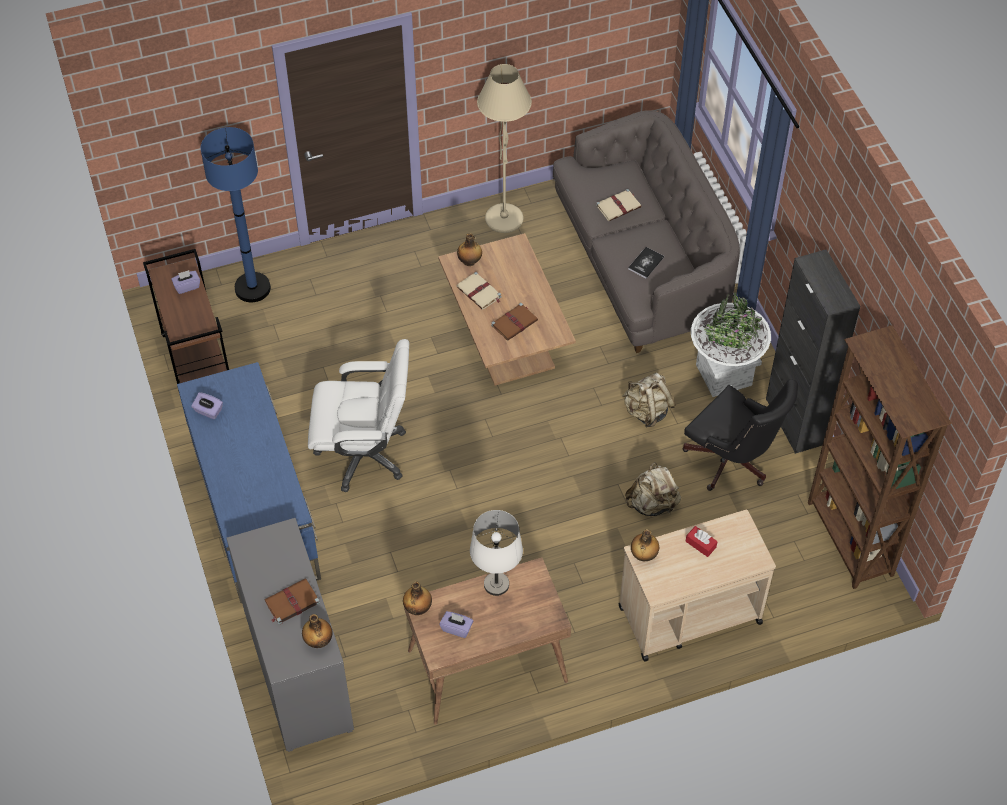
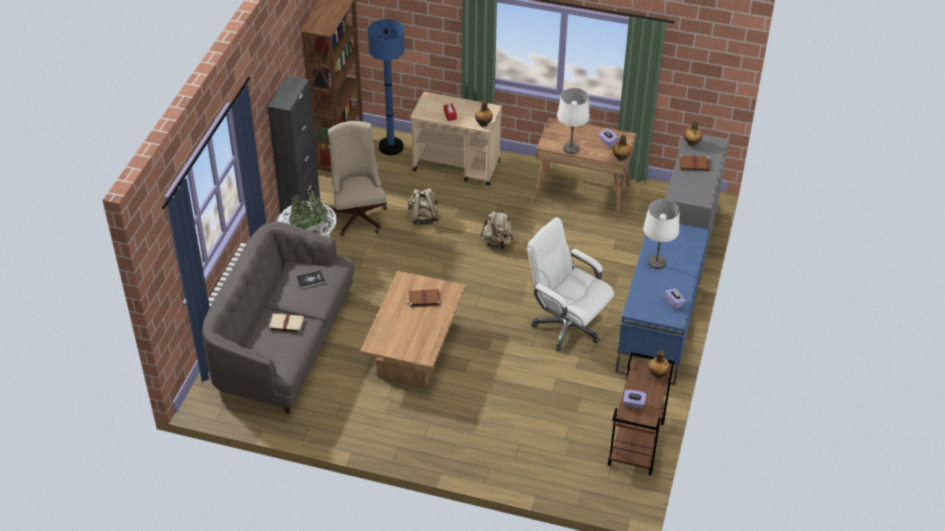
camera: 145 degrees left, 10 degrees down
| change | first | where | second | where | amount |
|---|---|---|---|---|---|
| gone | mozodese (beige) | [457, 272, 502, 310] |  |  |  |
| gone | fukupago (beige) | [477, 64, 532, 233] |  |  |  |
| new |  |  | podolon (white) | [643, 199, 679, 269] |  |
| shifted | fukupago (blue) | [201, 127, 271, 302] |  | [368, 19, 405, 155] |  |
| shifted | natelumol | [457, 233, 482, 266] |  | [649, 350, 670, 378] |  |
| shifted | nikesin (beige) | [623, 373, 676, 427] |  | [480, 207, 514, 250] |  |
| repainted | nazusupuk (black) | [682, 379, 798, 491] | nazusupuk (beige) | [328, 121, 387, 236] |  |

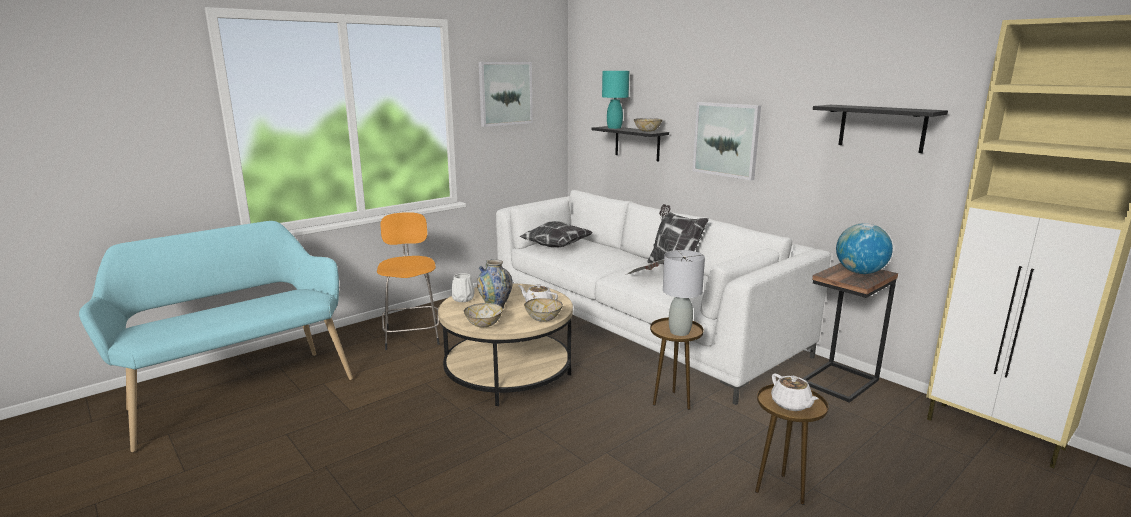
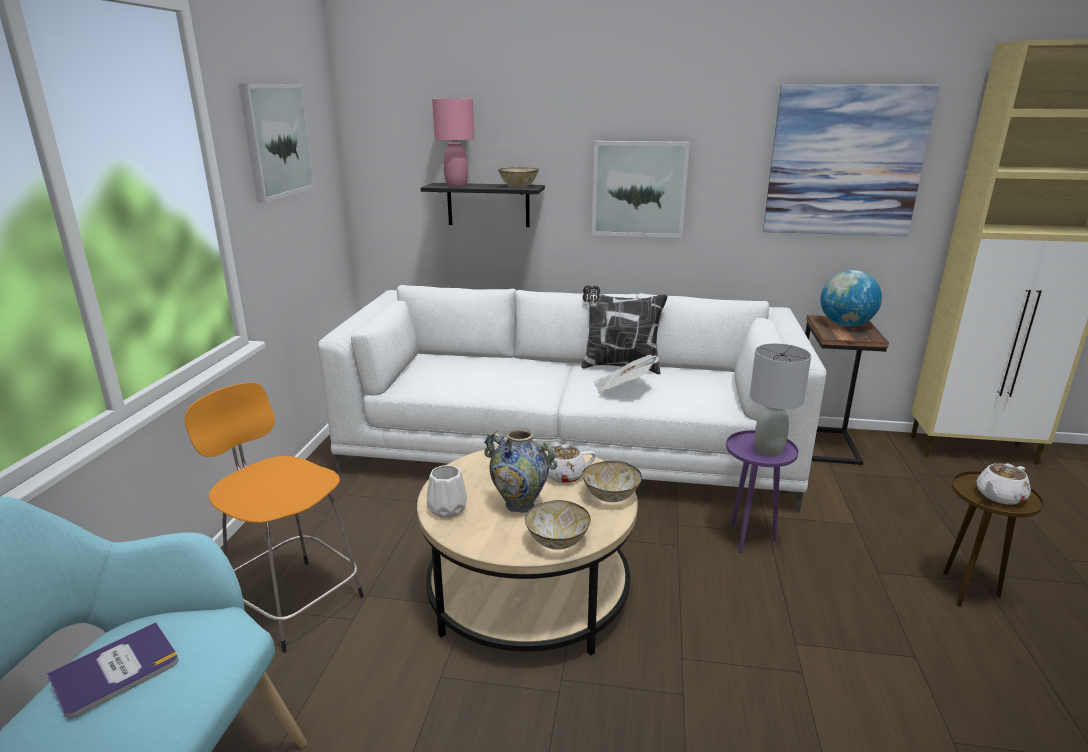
camera: 40 degrees left, 5 degrees up
| change | first | where | second | where | amount |
|---|---|---|---|---|---|
| gone | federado | [519, 221, 592, 247] |  |  |  |
| new |  |  | mozodese | [47, 622, 179, 719] |  |
| swapped | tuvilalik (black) | [813, 105, 948, 153] | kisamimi | [763, 85, 939, 236] |  |
| repainted | podolon (turquoise) | [602, 71, 629, 129] | podolon (pink) | [432, 98, 474, 187] |  |
| repainted | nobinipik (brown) | [650, 317, 704, 410] | nobinipik (purple) | [726, 430, 799, 553] |  |
| rotated | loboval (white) | [771, 374, 819, 411] |  | [976, 463, 1031, 505] | 120 degrees clockwise |

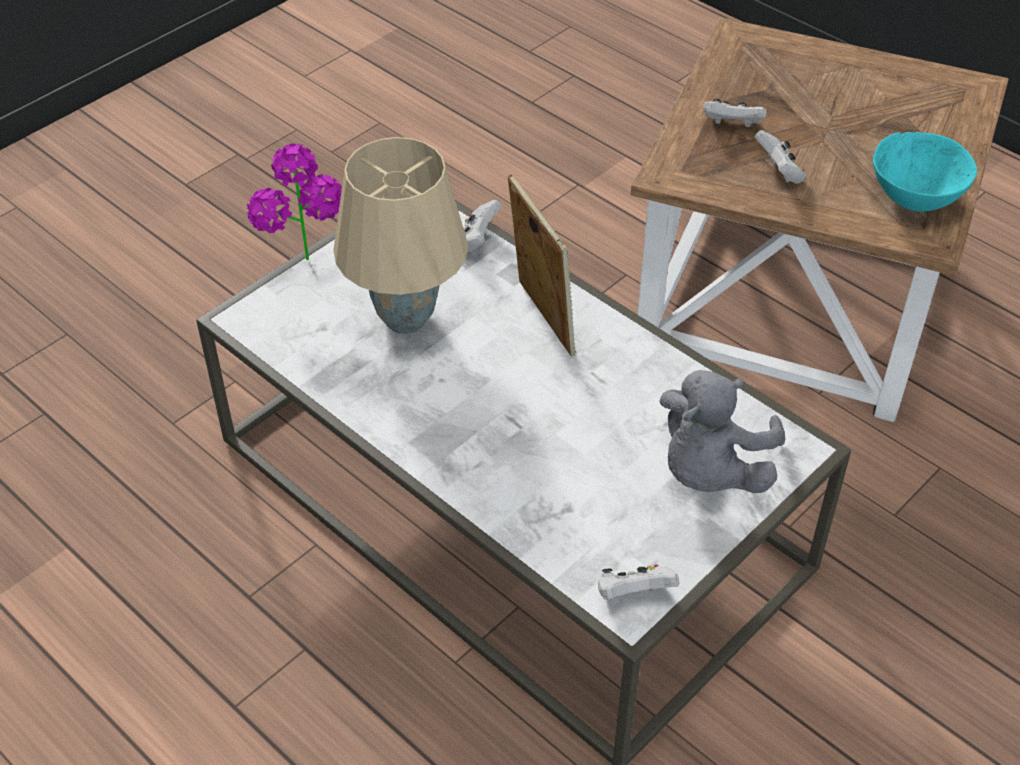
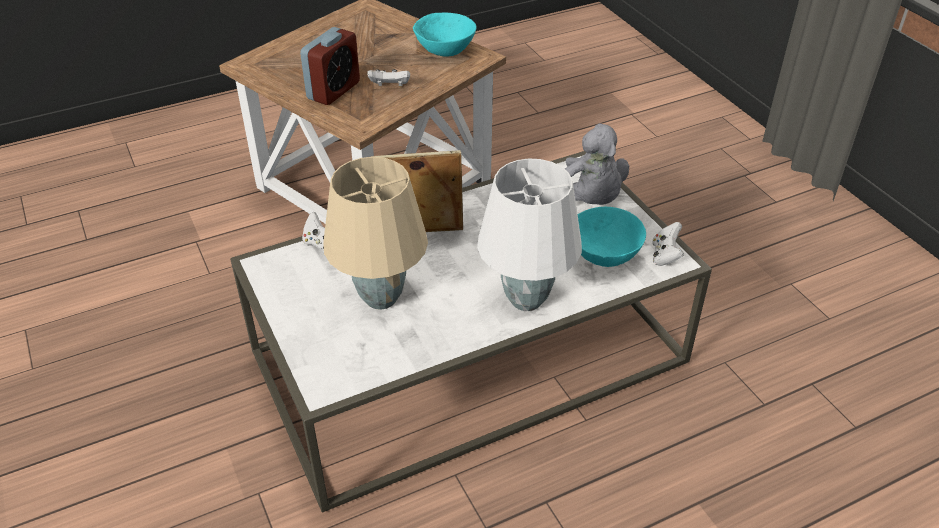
camera: 70 degrees left, 5 degrees down
| change | first | where | second | where | amount |
|---|---|---|---|---|---|
| gone | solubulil | [247, 143, 342, 260] |  |  |  |
| new |  |  | podolon (white) | [477, 158, 582, 311] |  |
| new |  |  | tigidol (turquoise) | [578, 207, 646, 267] |  |
| swapped | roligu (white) | [703, 99, 767, 127] | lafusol | [300, 27, 360, 105] |  |

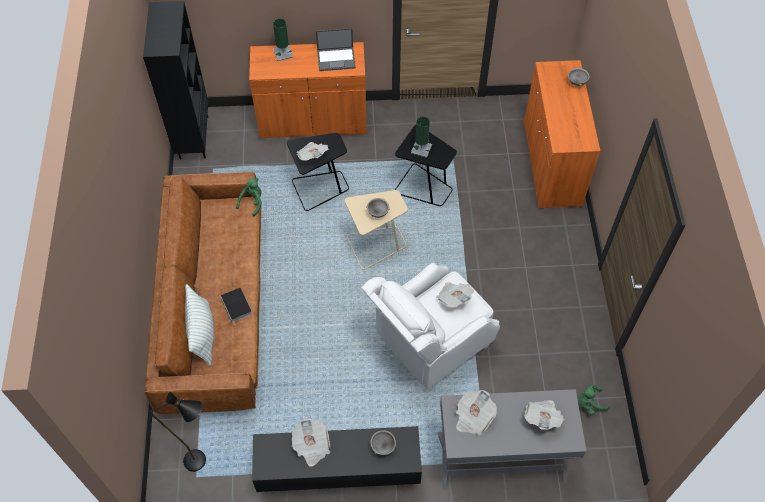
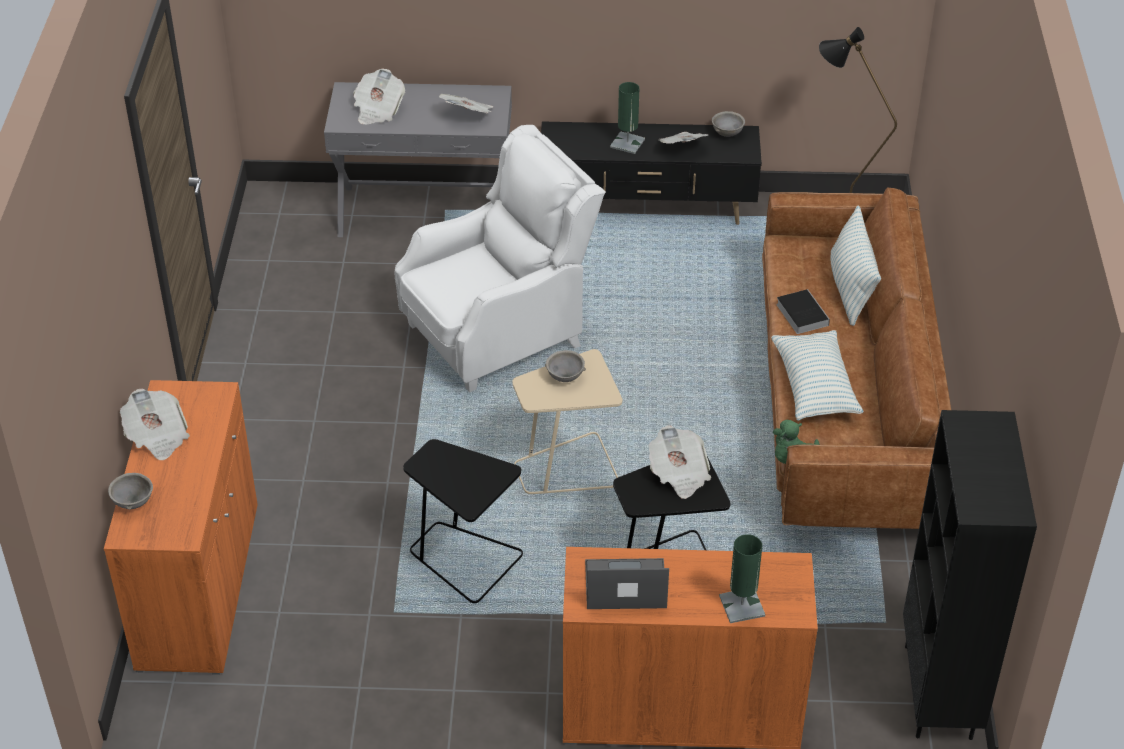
camera: 175 degrees left, 15 degrees down
| change | first | where | second | where | amount |
|---|---|---|---|---|---|
| gone | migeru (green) | [578, 385, 610, 416] |  |  |  |
| new |  |  | federado | [771, 330, 864, 421] |  |
| shifted | tigidol (grey) | [370, 430, 396, 455] |  | [712, 111, 745, 137] |  |
| shifted | podolon (green) | [411, 116, 432, 158] |  | [610, 82, 645, 154] |  |
| shifted | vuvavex | [436, 282, 474, 308] |  | [120, 388, 190, 460] |  |

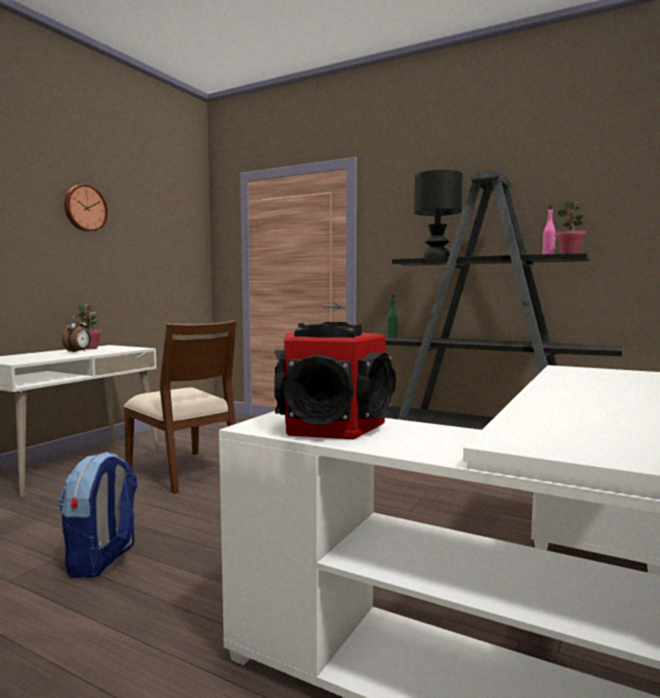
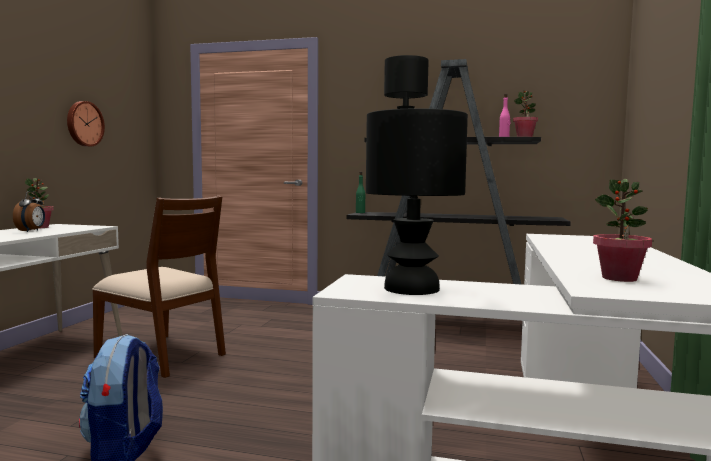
camera: 15 degrees left, 0 degrees up
| change | first | where | second | where | amount |
|---|---|---|---|---|---|
| new |  |  | solubulil | [593, 179, 652, 282] |  |
| shifted | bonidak | [64, 185, 108, 232] |  | [67, 101, 105, 147] |  |
| swapped | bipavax | [274, 322, 396, 440] | podolon (black) | [366, 108, 468, 295] |  |

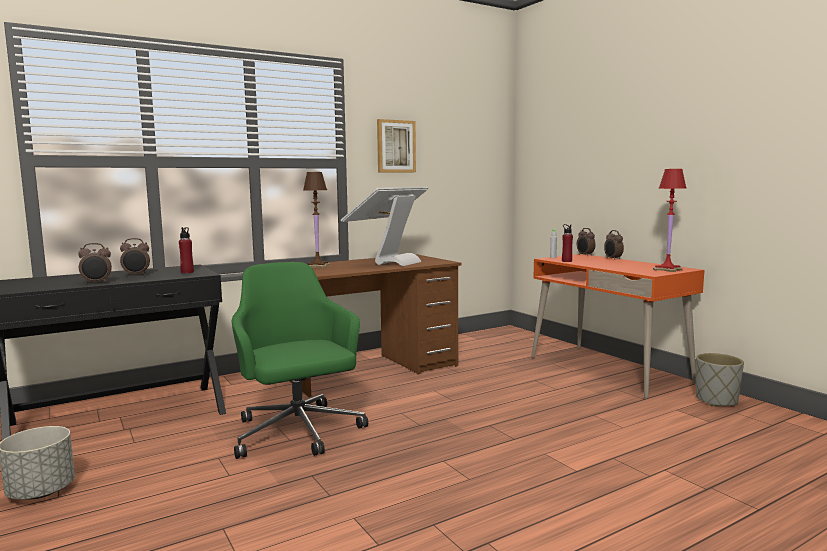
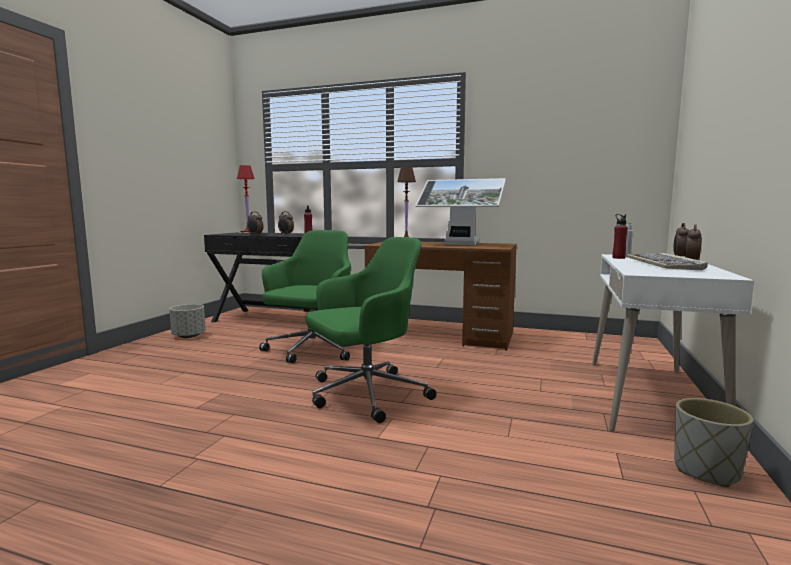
camera: 50 degrees right, 0 degrees up
| change | first | where | second | where | amount |
|---|---|---|---|---|---|
| gone | kisamimi | [377, 119, 416, 172] |  |  |  |
| new |  |  | nazusupuk (green) | [305, 237, 437, 423] |  |
| new |  |  | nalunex | [626, 253, 708, 270] |  |
| shifted | podolon (red) | [653, 169, 686, 272] |  | [237, 165, 255, 234] |  |
| repainted | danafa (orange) | [531, 254, 705, 399] | danafa (white) | [592, 254, 754, 432] |  |
| rotated | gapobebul | [340, 187, 428, 266] |  | [416, 178, 506, 245] | 150 degrees counterclockwise |

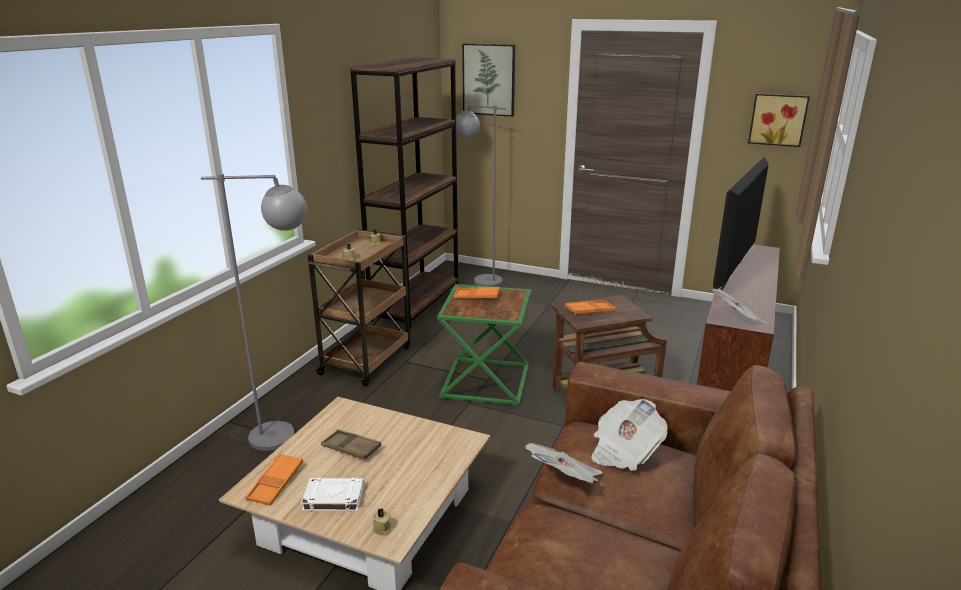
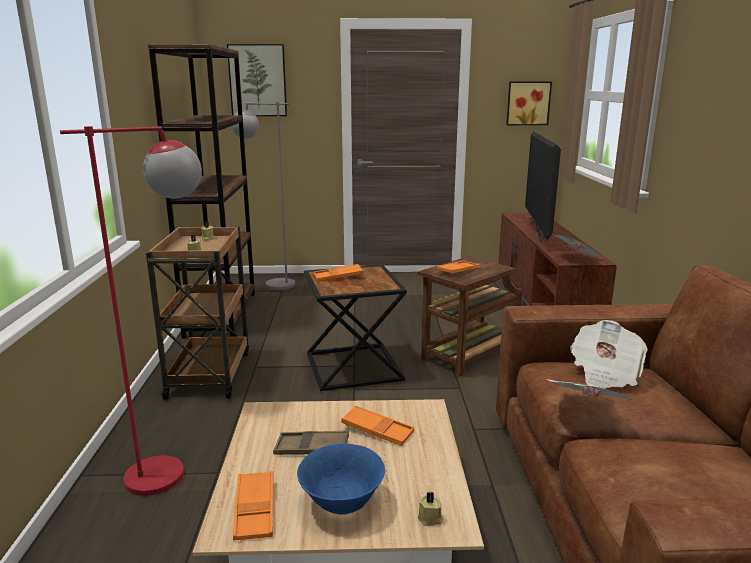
camera: 25 degrees left, 5 degrees down
| change | first | where | second | where | amount |
|---|---|---|---|---|---|
| new |  |  | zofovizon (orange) | [341, 405, 414, 446] |  |
| swapped | mozodese (white) | [301, 478, 364, 512] | tigidol (blue) | [297, 443, 385, 515] |  |
| repainted | fukupago (grey) | [201, 174, 307, 451] | fukupago (red) | [60, 126, 202, 496] |  |
| repainted | nobinipik (green) | [437, 284, 531, 406] | nobinipik (black) | [304, 265, 407, 391] |  |

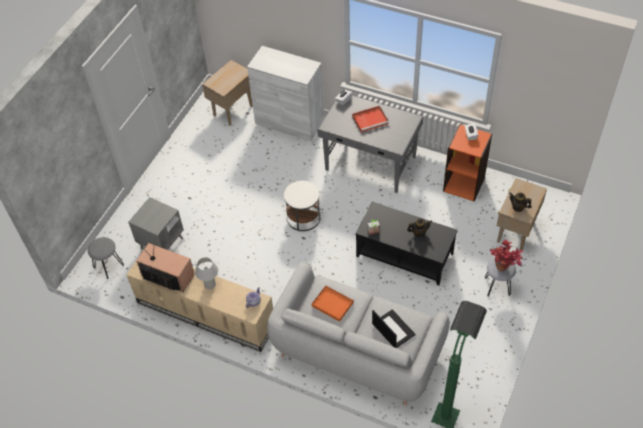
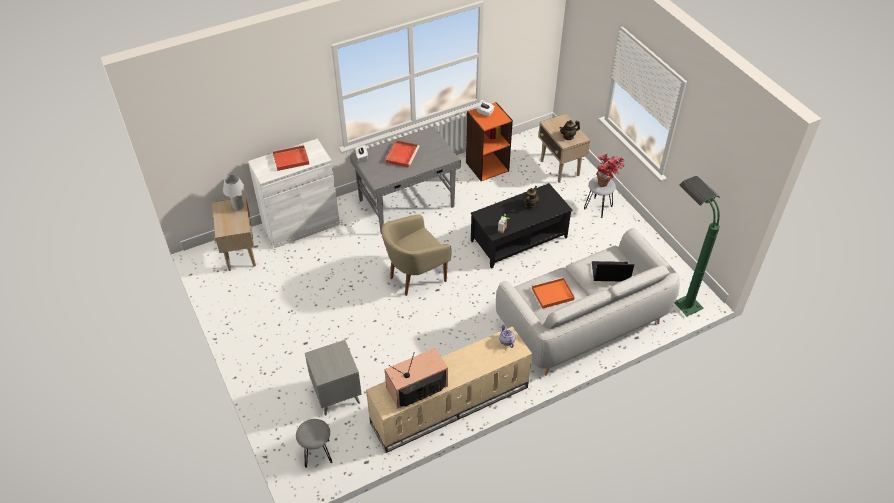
camera: 55 degrees left, 5 degrees down
| change | first | where | second | where | amount |
|---|---|---|---|---|---|
| new |  |  | zofovizon (red) | [272, 145, 309, 171] |  |
| shifted | podolon (white) | [195, 257, 218, 289] |  | [223, 175, 245, 210] |  |
| swapped | nobinipik (white) | [284, 181, 321, 231] | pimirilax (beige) | [382, 214, 452, 296] |  |

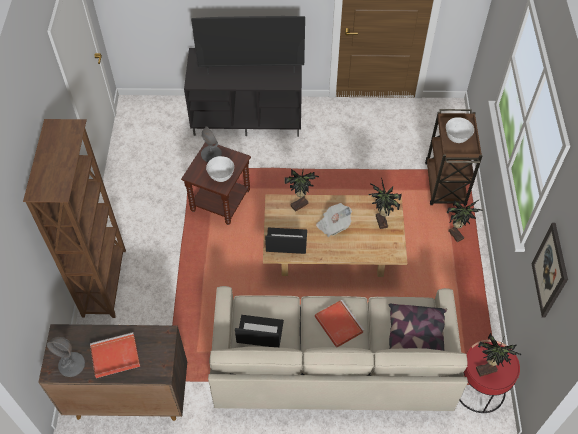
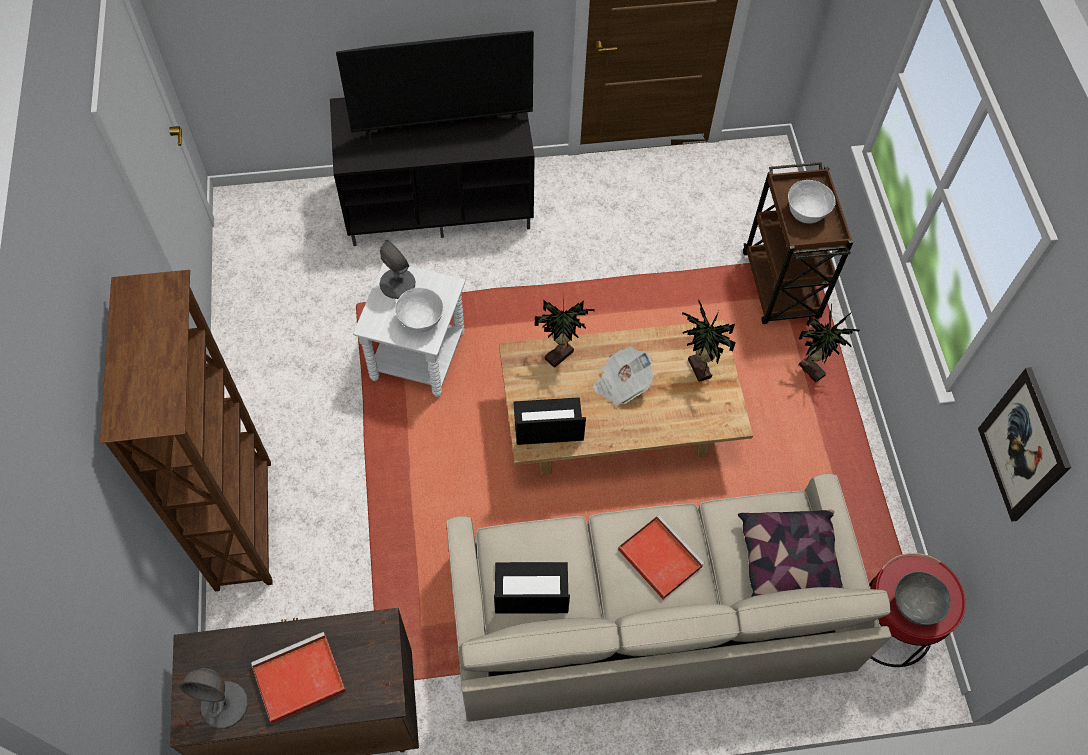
camera: 10 degrees left, 5 degrees up
| change | first | where | second | where | amount |
|---|---|---|---|---|---|
| swapped | solubulil | [476, 333, 522, 377] | tigidol (grey) | [895, 572, 951, 625] |  |
| repainted | nobinipik (brown) | [181, 142, 251, 225] | nobinipik (white) | [353, 262, 466, 397] |  |

